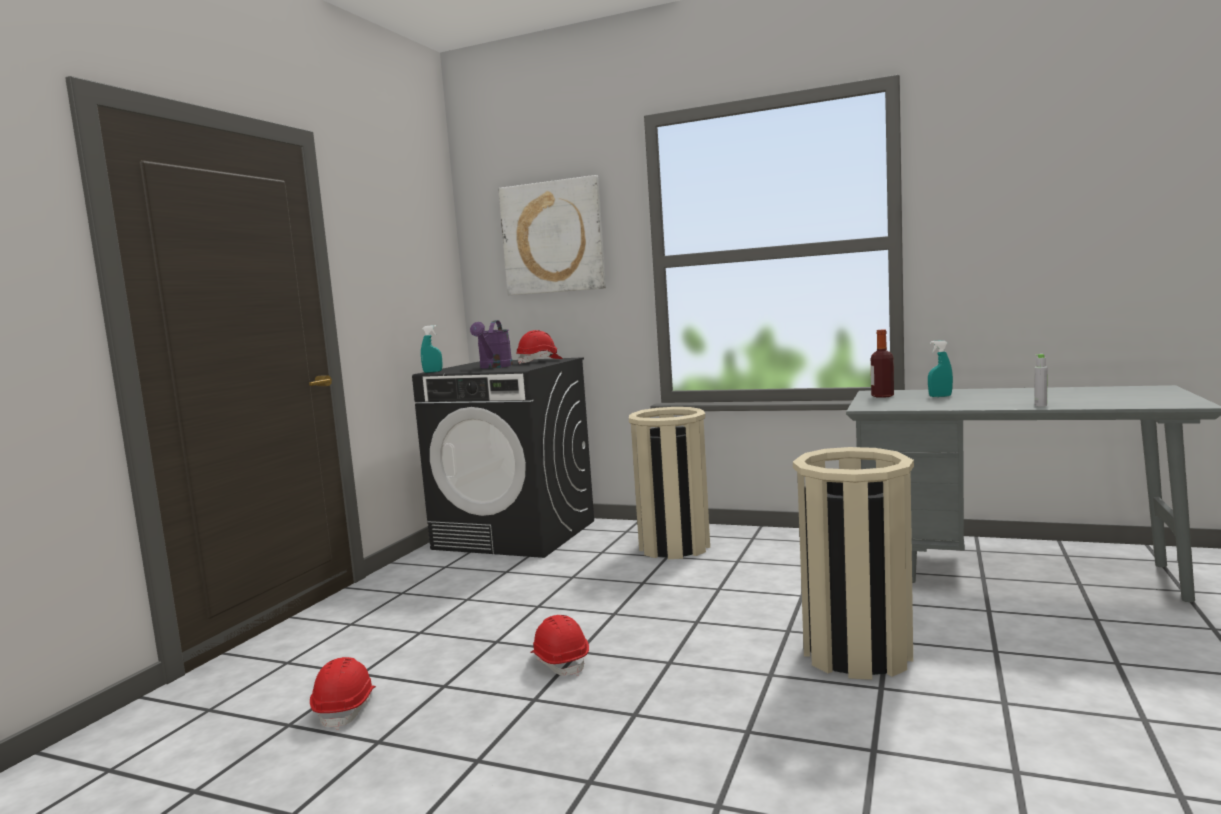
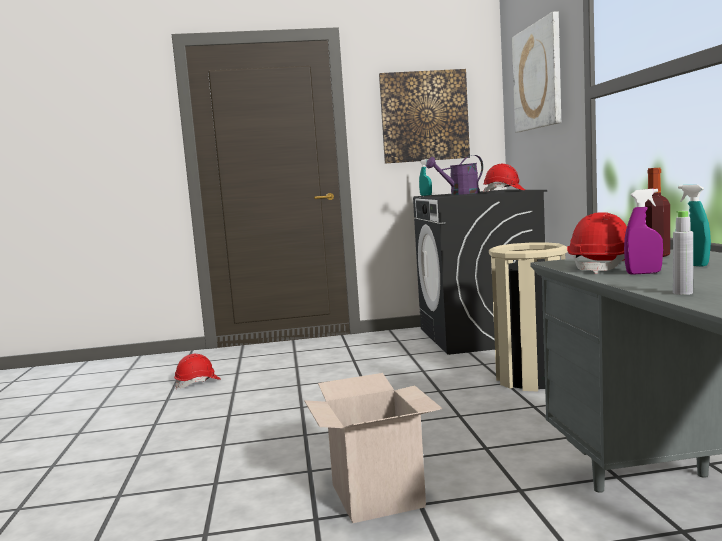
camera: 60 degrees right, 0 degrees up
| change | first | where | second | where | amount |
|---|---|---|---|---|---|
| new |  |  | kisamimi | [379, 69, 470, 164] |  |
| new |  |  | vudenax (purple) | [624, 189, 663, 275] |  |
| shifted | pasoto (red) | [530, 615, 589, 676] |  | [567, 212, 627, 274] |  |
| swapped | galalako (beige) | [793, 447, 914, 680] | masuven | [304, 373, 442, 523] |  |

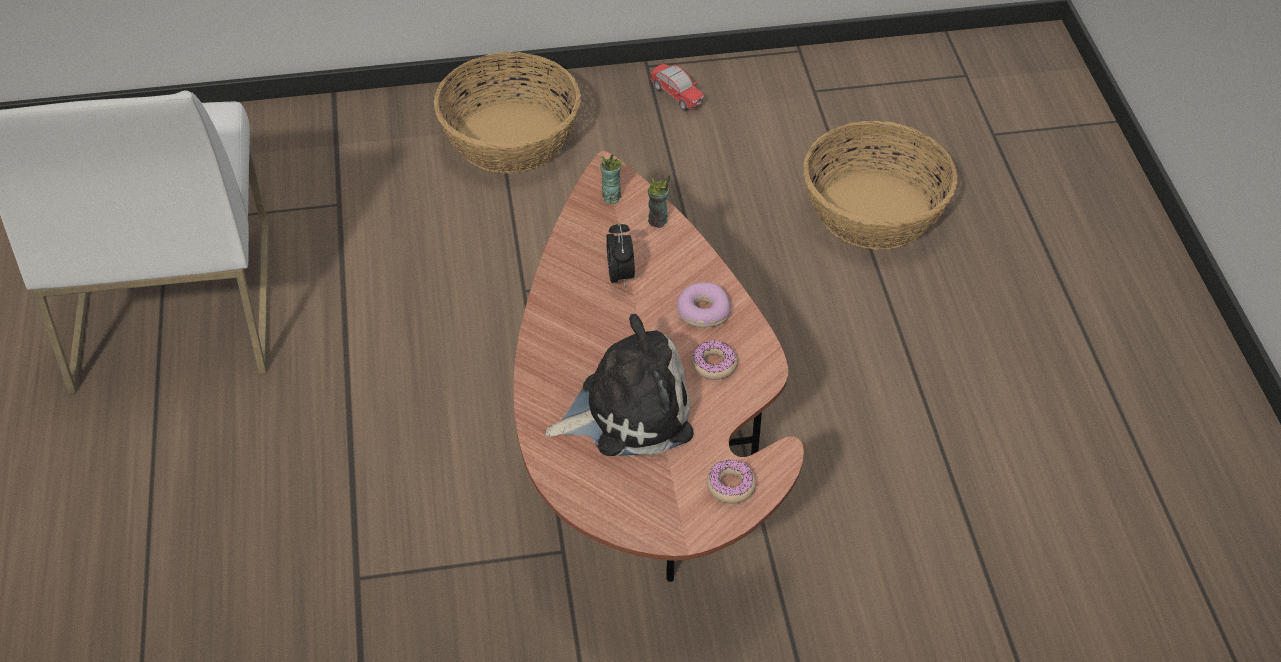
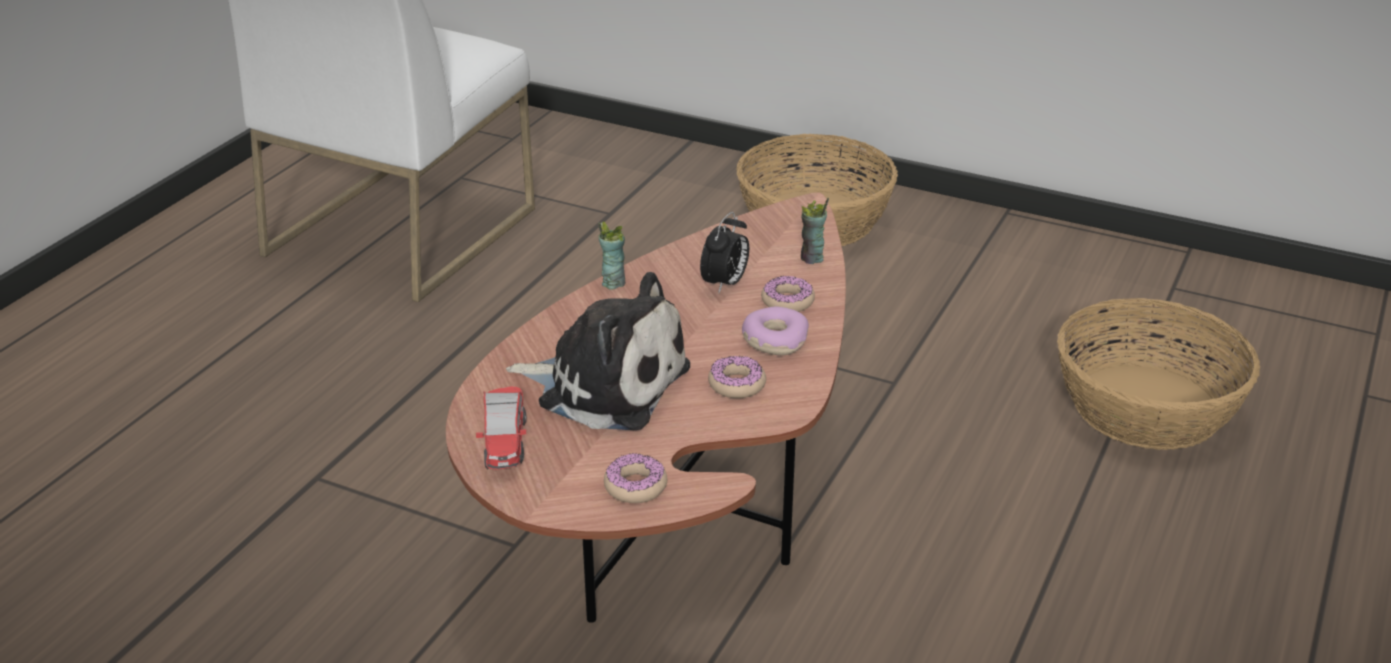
camera: 35 degrees right, 15 degrees down
| change | first | where | second | where | amount |
|---|---|---|---|---|---|
| new |  |  | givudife | [761, 276, 815, 312] |  |
| shifted | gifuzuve | [600, 154, 623, 204] |  | [598, 221, 625, 290] |  |
| shifted | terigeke | [650, 64, 704, 111] |  | [476, 387, 527, 469] |  |

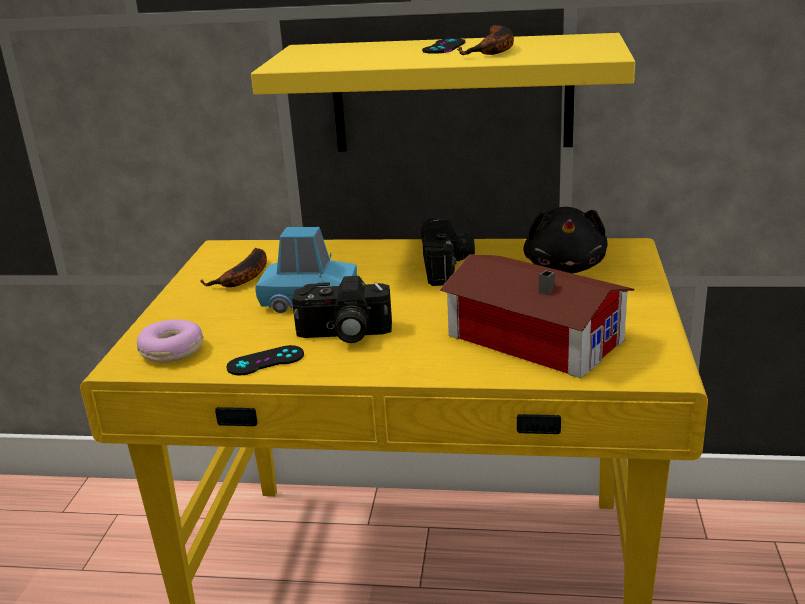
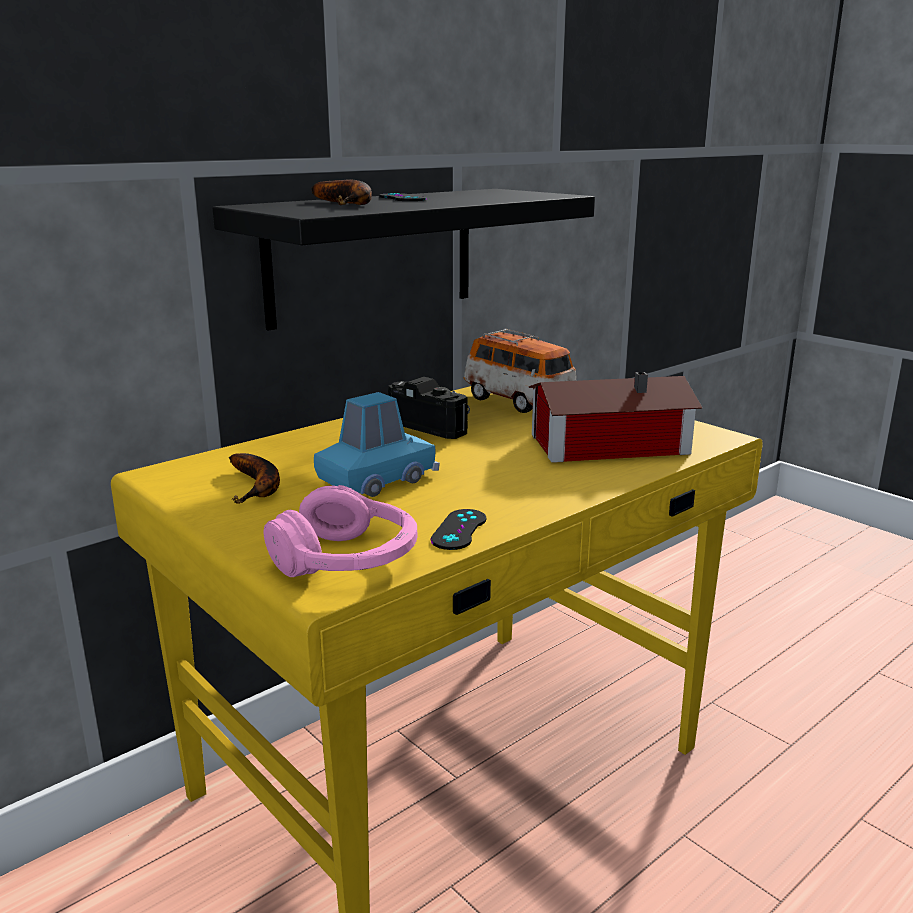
camera: 50 degrees left, 5 degrees down
| change | first | where | second | where | amount |
|---|---|---|---|---|---|
| gone | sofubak | [292, 276, 392, 343] |  |  |  |
| shifted | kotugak | [457, 25, 514, 55] |  | [311, 180, 372, 205] |  |
| swapped | givudife | [137, 319, 204, 363] | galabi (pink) | [264, 485, 418, 577] |  |
| swapped | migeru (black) | [523, 207, 608, 274] | terigeke | [463, 328, 576, 413] |  |
| repainted | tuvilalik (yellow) | [251, 33, 635, 152] | tuvilalik (black) | [212, 189, 595, 330] |  |

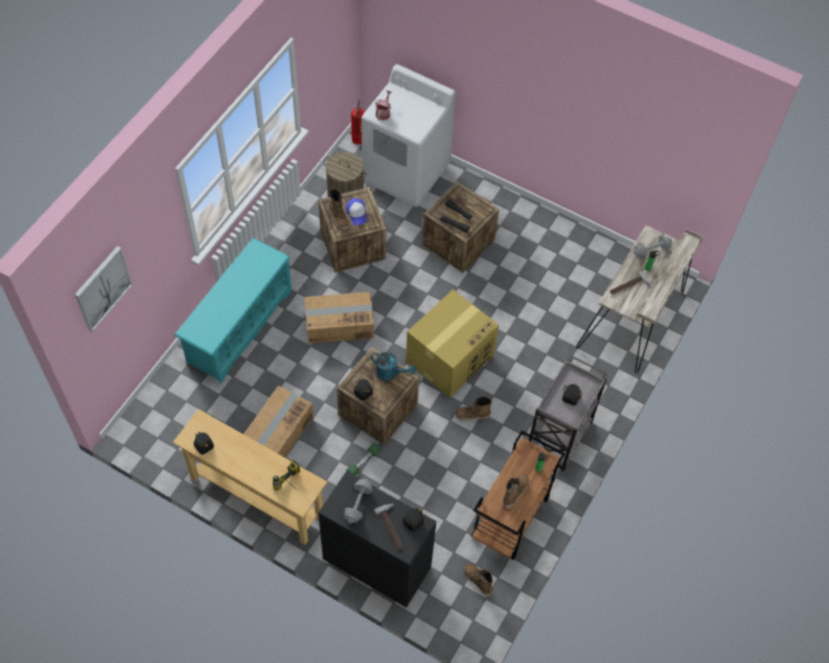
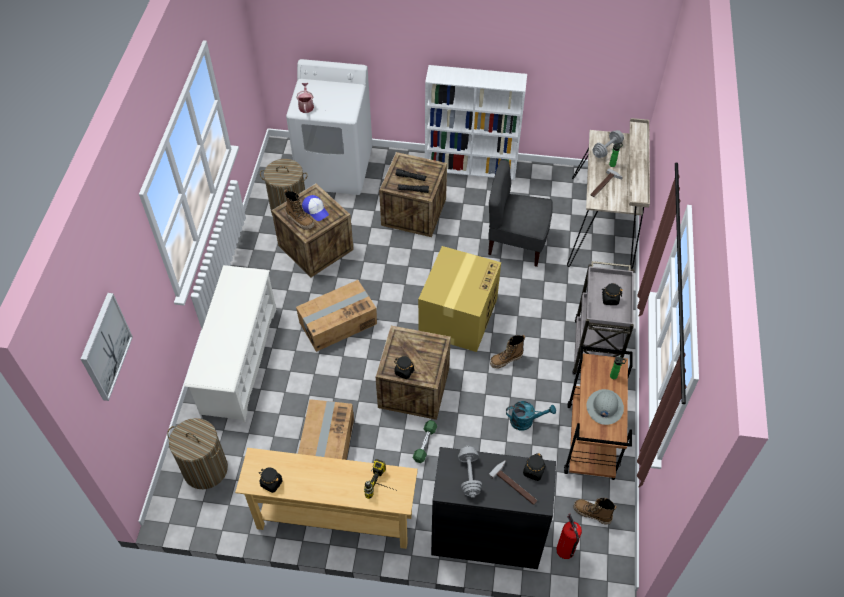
camera: 20 degrees left, 5 degrees down
| change | first | where | second | where | amount |
|---|---|---|---|---|---|
| new |  |  | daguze | [167, 418, 228, 489] |  |
| new |  |  | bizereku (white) | [425, 65, 527, 180] |  |
| new |  |  | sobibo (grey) | [488, 160, 553, 267] |  |
| shifted | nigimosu | [351, 100, 365, 145] |  | [556, 514, 582, 559] |  |
| shifted | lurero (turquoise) | [371, 352, 416, 381] |  | [506, 401, 556, 431] |  |
| swapped | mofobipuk | [503, 474, 529, 509] | pasoto (grey) | [586, 389, 624, 425] |  |
| repainted | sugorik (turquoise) | [174, 238, 292, 383] | sugorik (white) | [184, 265, 276, 422] |  |

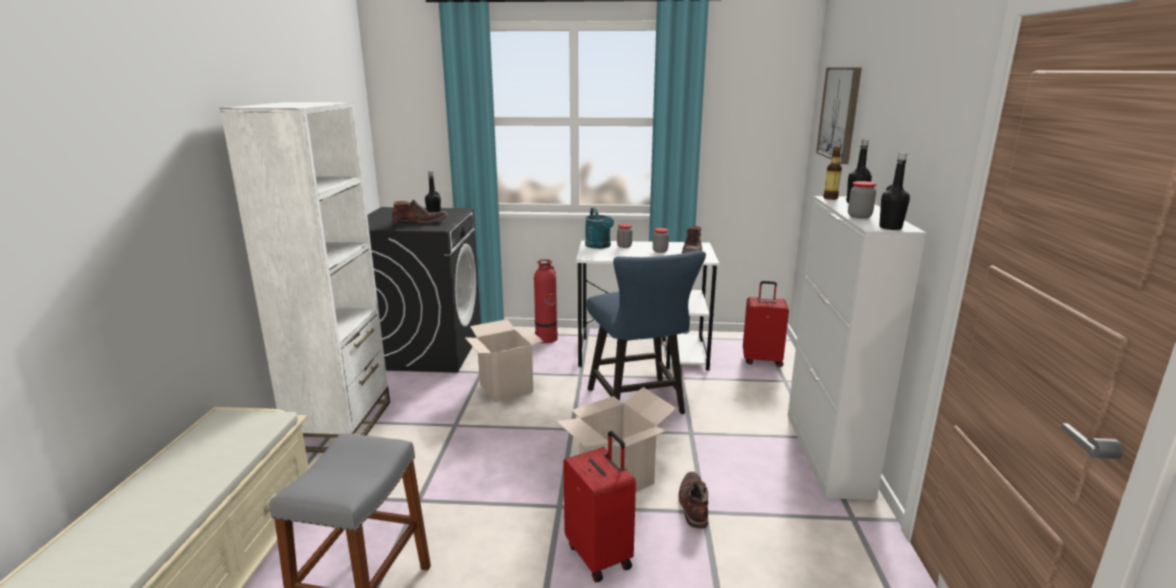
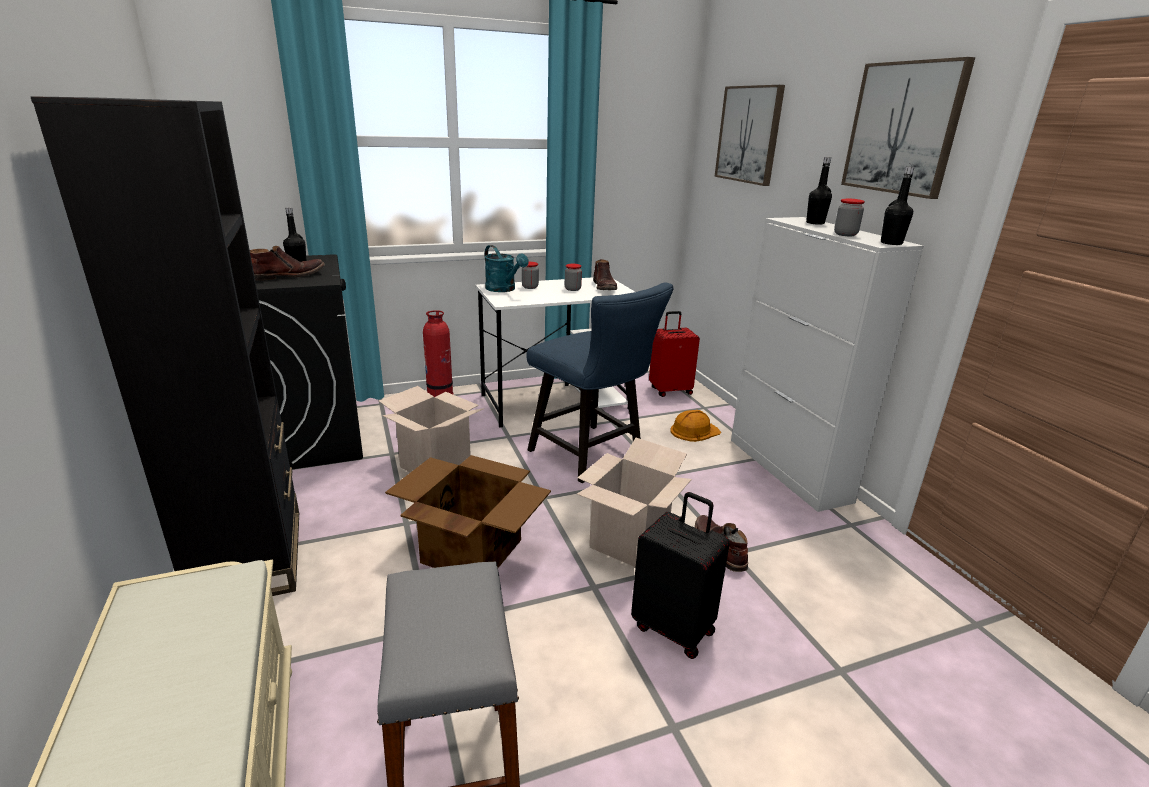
camera: 25 degrees left, 5 degrees up
| change | first | where | second | where | amount |
|---|---|---|---|---|---|
| gone | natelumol | [823, 147, 842, 200] |  |  |  |
| new |  |  | masuven | [385, 455, 551, 568] |  |
| new |  |  | pasoto (orange) | [670, 410, 721, 442] |  |
| new |  |  | kisamimi | [841, 57, 975, 199] |  |
| repainted | bizereku (white) | [220, 102, 390, 453] | bizereku (black) | [30, 96, 299, 596] |  |
| repainted | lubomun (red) | [563, 431, 636, 582] | lubomun (black) | [631, 492, 730, 659] |  |

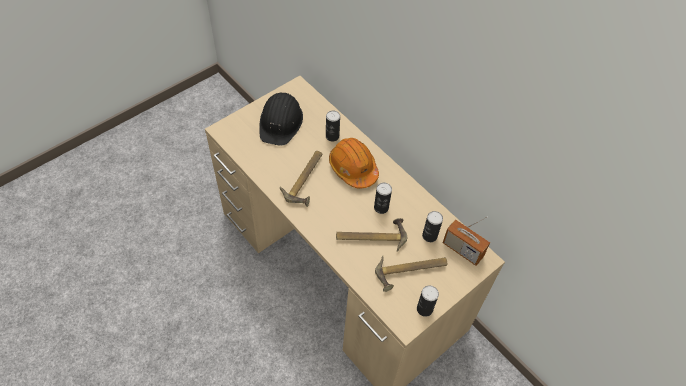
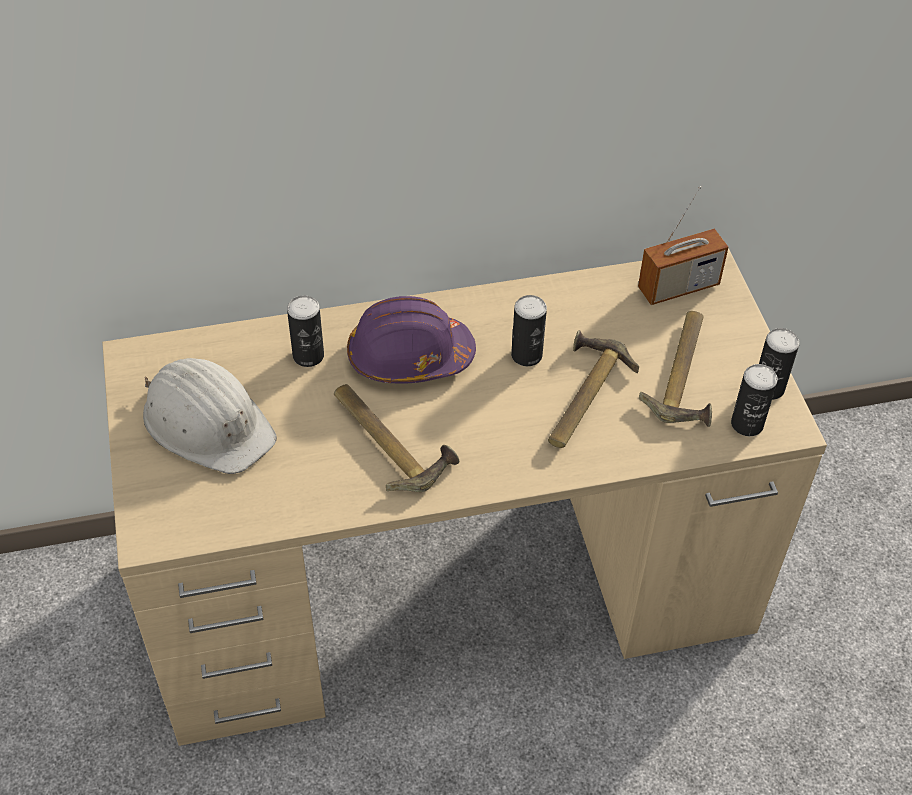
camera: 60 degrees left, 5 degrees down
| change | first | where | second | where | amount |
|---|---|---|---|---|---|
| shifted | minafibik | [422, 211, 443, 242] |  | [731, 364, 778, 436] |  |
| repainted | pasoto (black) | [259, 93, 303, 146] | pasoto (white) | [143, 358, 277, 474] |  |
| repainted | pasoto (orange) | [329, 138, 379, 189] | pasoto (purple) | [347, 296, 476, 384] |  |

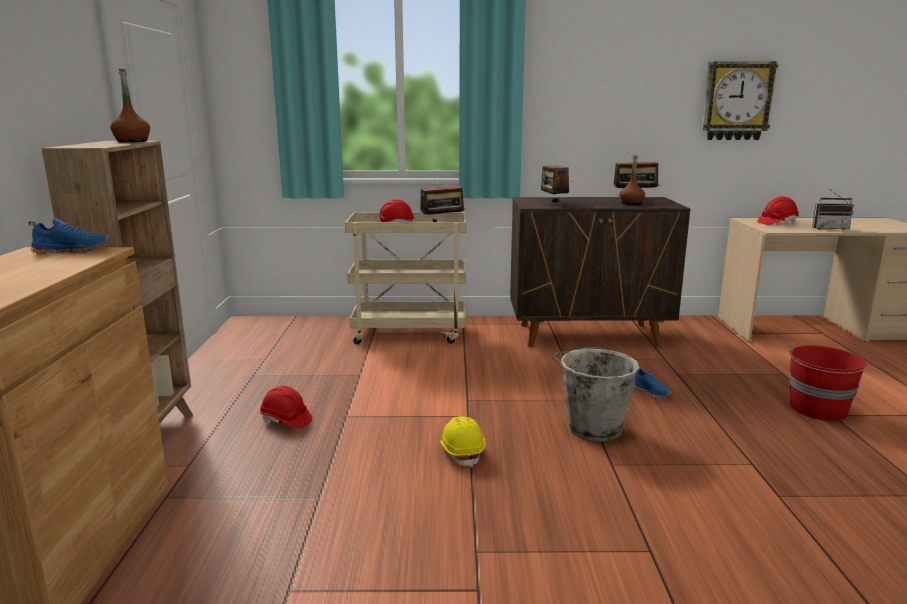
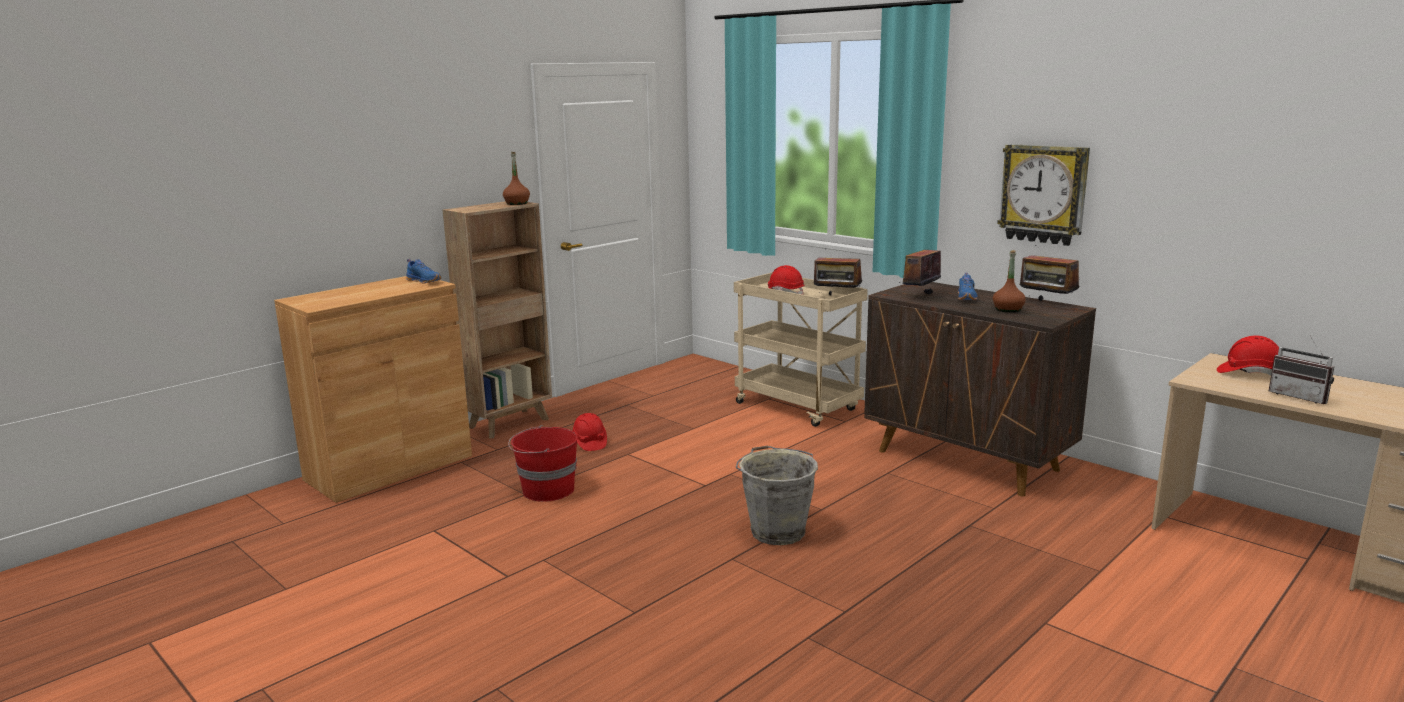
camera: 45 degrees right, 0 degrees up
| change | first | where | second | where | amount |
|---|---|---|---|---|---|
| gone | pasoto (yellow) | [440, 416, 485, 468] |  |  |  |
| shifted | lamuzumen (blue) | [634, 369, 672, 398] |  | [958, 273, 978, 300] |  |
| shifted | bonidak | [701, 61, 779, 140] |  | [997, 144, 1090, 246] |  |
| shifted | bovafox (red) | [789, 345, 868, 421] |  | [508, 425, 578, 502] |  |

